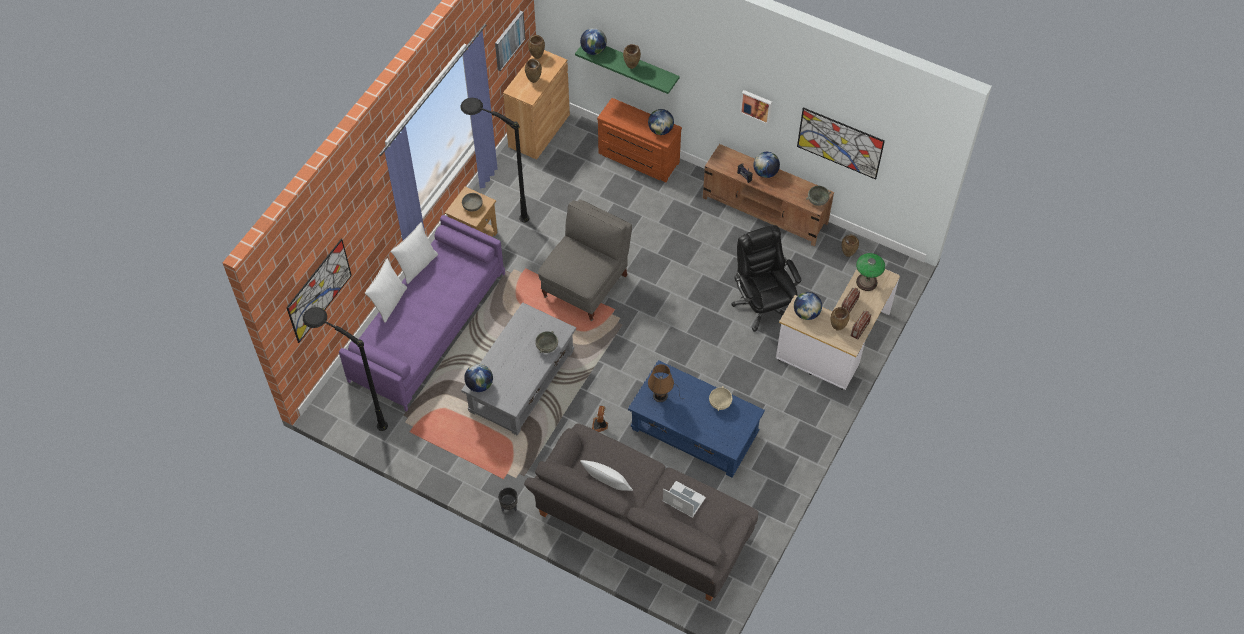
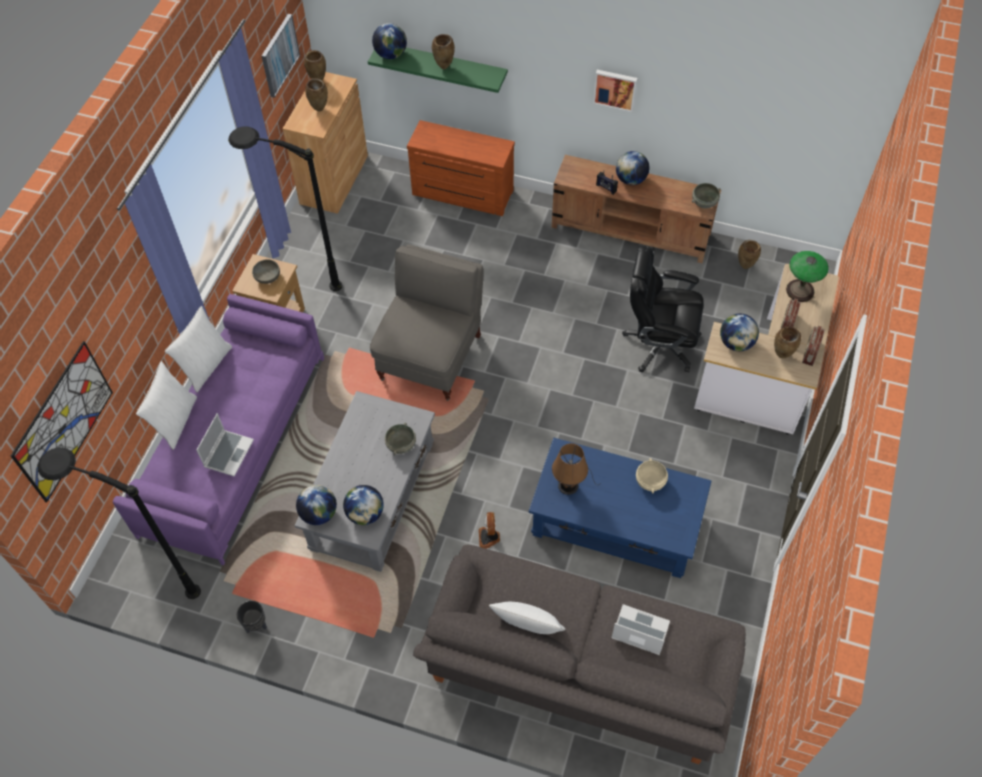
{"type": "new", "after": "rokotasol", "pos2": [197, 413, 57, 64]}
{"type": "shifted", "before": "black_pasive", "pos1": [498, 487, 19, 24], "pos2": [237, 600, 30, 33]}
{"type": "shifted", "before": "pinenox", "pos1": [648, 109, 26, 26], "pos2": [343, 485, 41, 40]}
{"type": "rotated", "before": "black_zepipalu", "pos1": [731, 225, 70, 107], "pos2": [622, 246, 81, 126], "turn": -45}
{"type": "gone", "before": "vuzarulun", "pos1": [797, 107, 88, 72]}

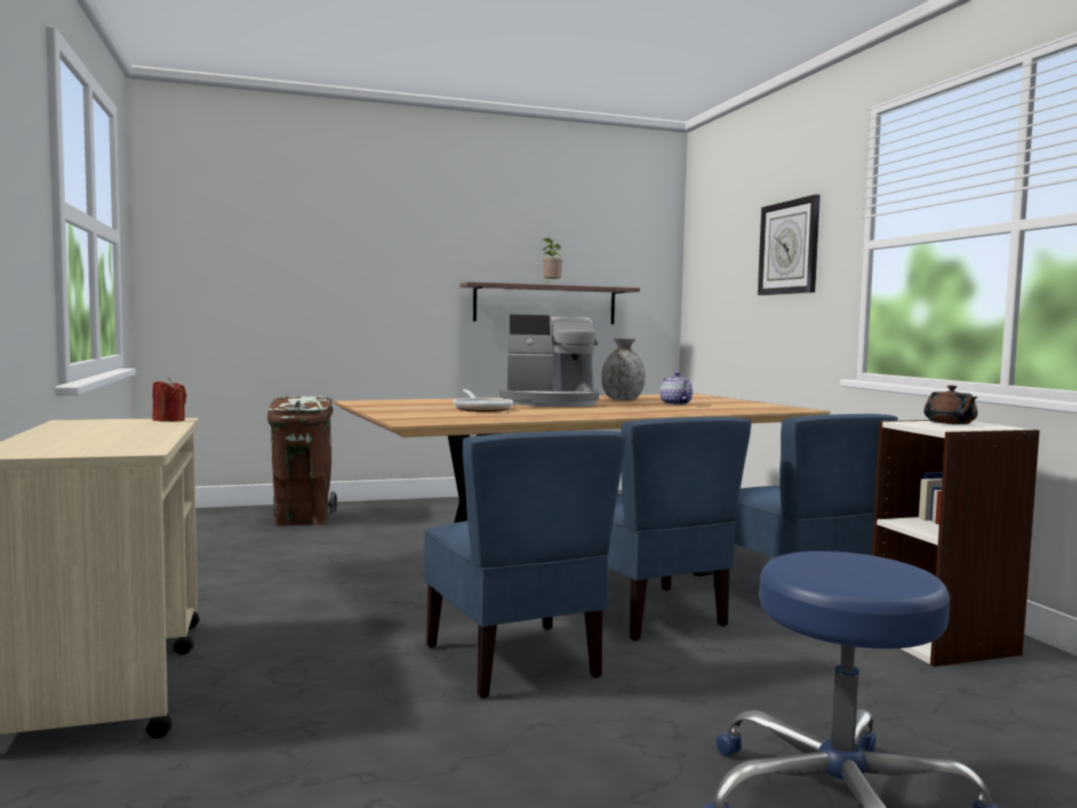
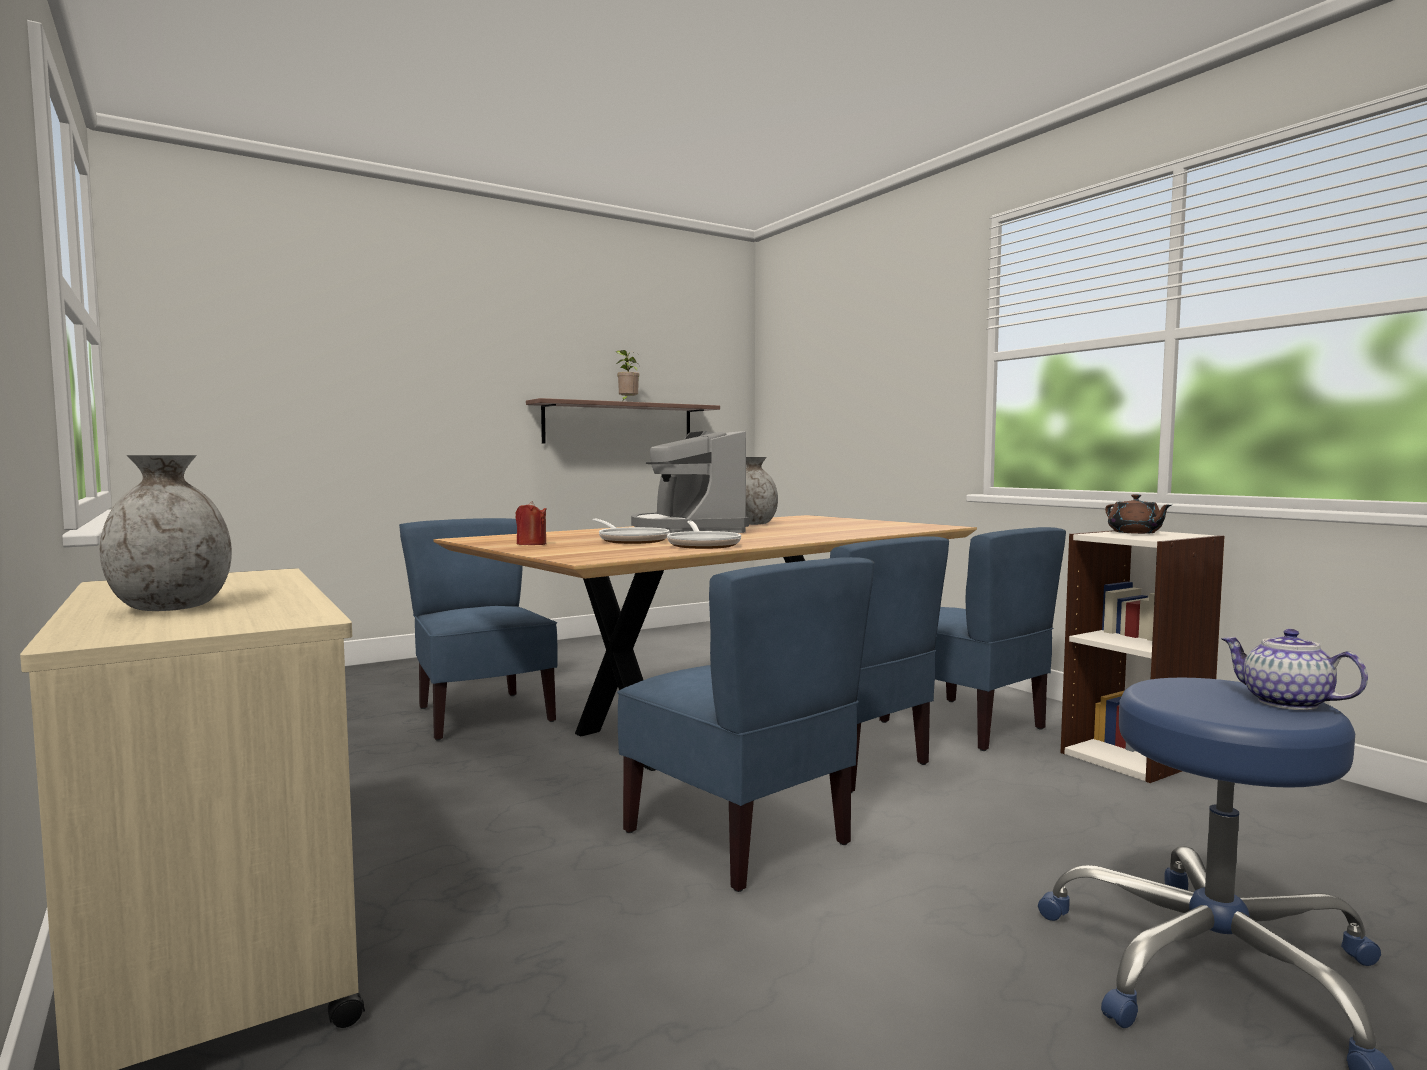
{"type": "new", "after": "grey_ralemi", "pos2": [100, 455, 132, 156]}
{"type": "new", "after": "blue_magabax", "pos2": [399, 518, 159, 223]}
{"type": "shifted", "before": "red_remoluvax", "pos1": [152, 378, 35, 44], "pos2": [516, 501, 31, 44]}
{"type": "rotated", "before": "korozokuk", "pos1": [499, 314, 100, 93], "pos2": [631, 431, 118, 102], "turn": 90}
{"type": "new", "after": "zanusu", "pos2": [667, 521, 74, 28]}
{"type": "shifted", "before": "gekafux", "pos1": [660, 372, 33, 33], "pos2": [1221, 629, 147, 81]}
{"type": "gone", "before": "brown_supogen", "pos1": [268, 396, 69, 130]}
{"type": "gone", "before": "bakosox", "pos1": [758, 195, 62, 100]}

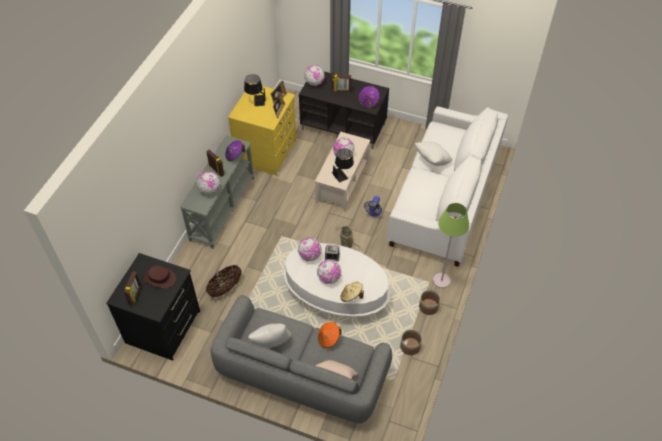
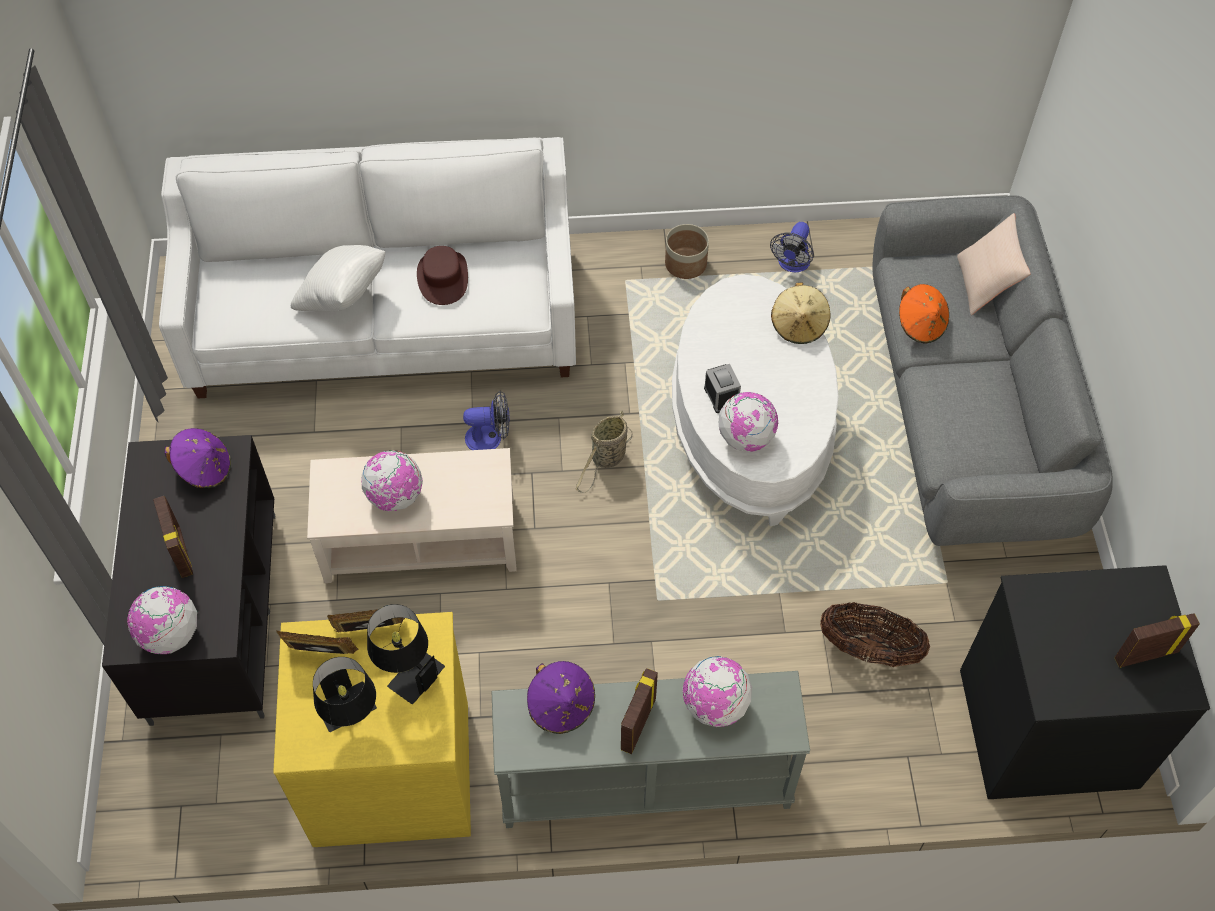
{"type": "shifted", "before": "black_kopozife", "pos1": [332, 148, 22, 35], "pos2": [367, 604, 78, 100]}
{"type": "shifted", "before": "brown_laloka", "pos1": [144, 265, 32, 24], "pos2": [417, 246, 51, 59]}
{"type": "swapped", "before": "pasive", "after": "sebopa", "pos1": [400, 329, 22, 26], "pos2": [770, 222, 44, 50]}
{"type": "gone", "before": "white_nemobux", "pos1": [248, 324, 43, 24]}
{"type": "gone", "before": "pinenox", "pos1": [317, 260, 24, 24]}
{"type": "gone", "before": "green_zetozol", "pos1": [433, 203, 36, 85]}

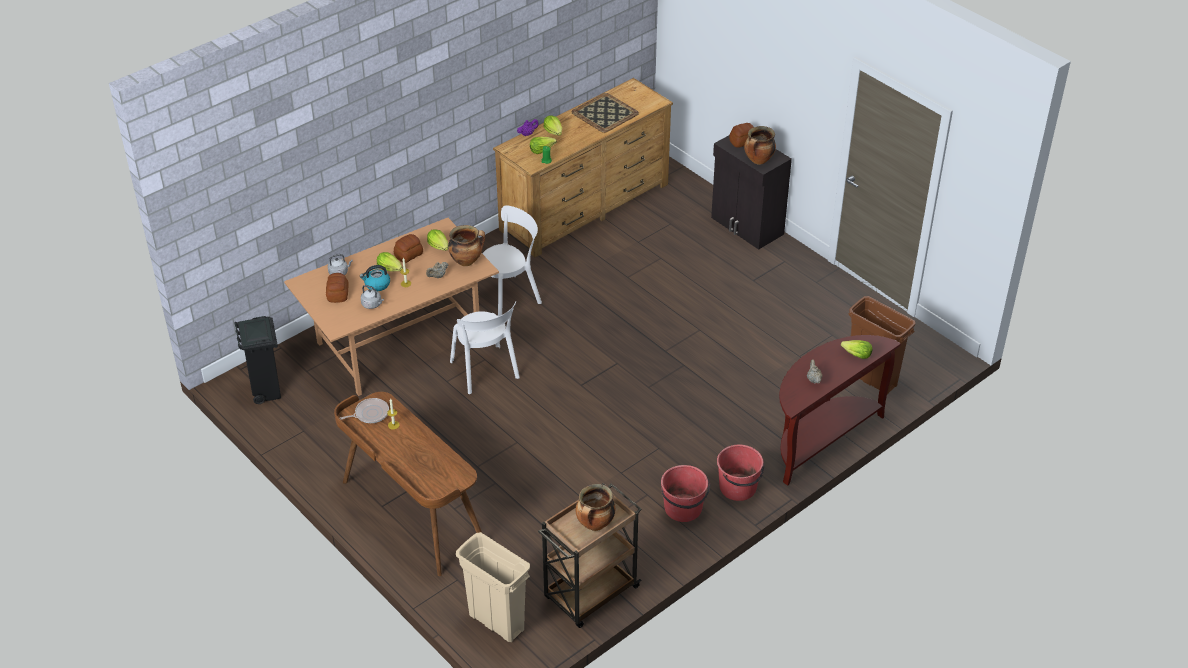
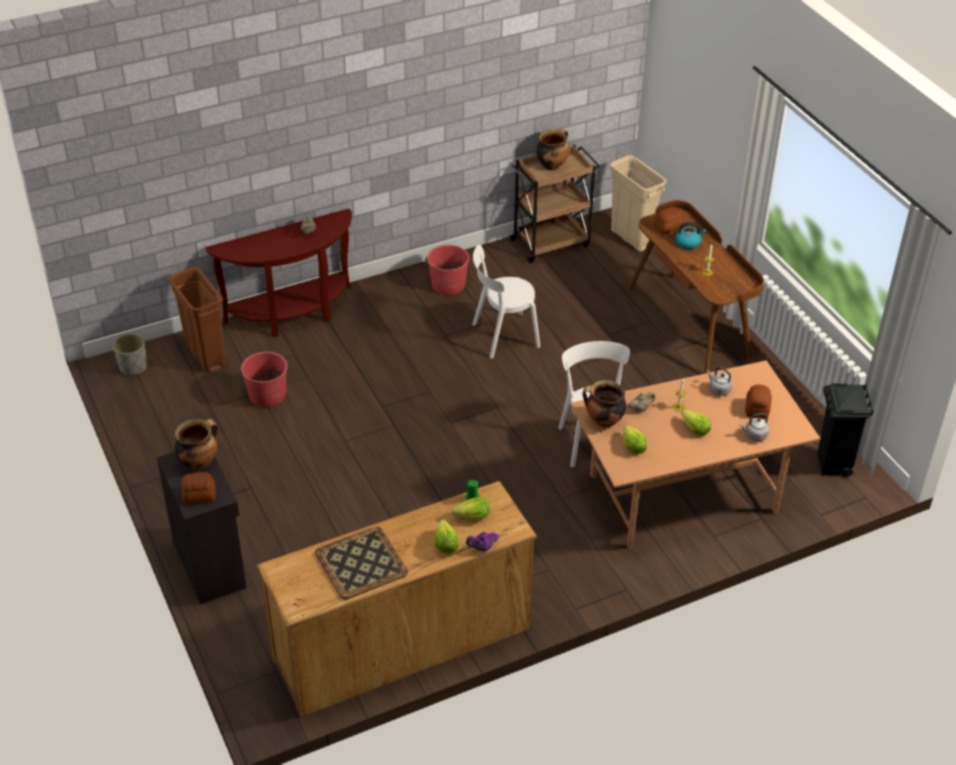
{"type": "new", "after": "grey_pasive", "pos2": [113, 334, 34, 42]}
{"type": "shifted", "before": "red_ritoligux", "pos1": [717, 444, 47, 57], "pos2": [239, 352, 49, 55]}
{"type": "shifted", "before": "white_magabax", "pos1": [482, 206, 60, 110], "pos2": [472, 245, 69, 114]}
{"type": "shifted", "before": "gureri", "pos1": [394, 234, 29, 29], "pos2": [653, 207, 31, 27]}
{"type": "shifted", "before": "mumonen", "pos1": [360, 265, 30, 26], "pos2": [675, 222, 31, 27]}
{"type": "gone", "before": "zanusu", "pos1": [340, 398, 49, 25]}
{"type": "gone", "before": "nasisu", "pos1": [841, 340, 31, 19]}

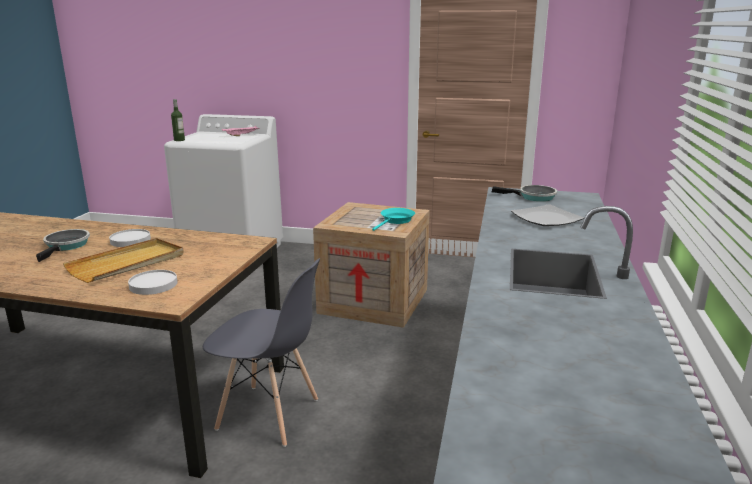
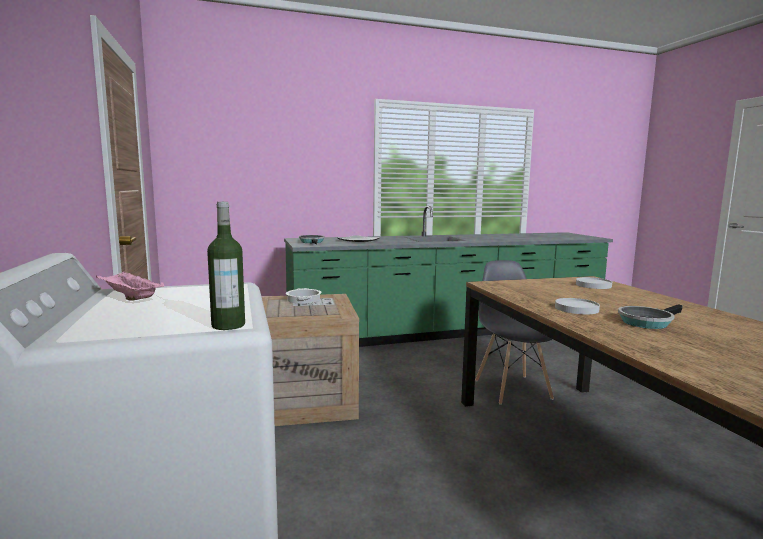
{"type": "swapped", "before": "turquoise_zanusu", "after": "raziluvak", "pos1": [372, 208, 43, 23], "pos2": [286, 288, 36, 16]}
{"type": "gone", "before": "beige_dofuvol", "pos1": [63, 238, 121, 45]}

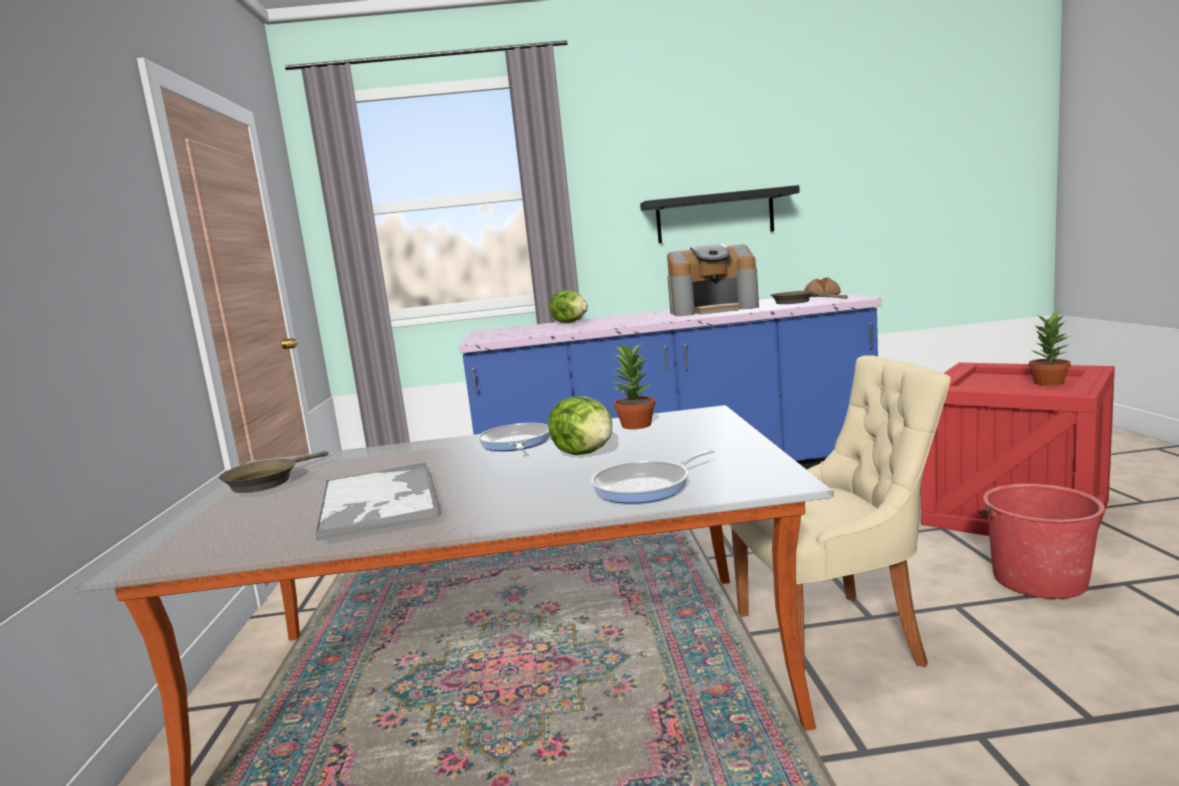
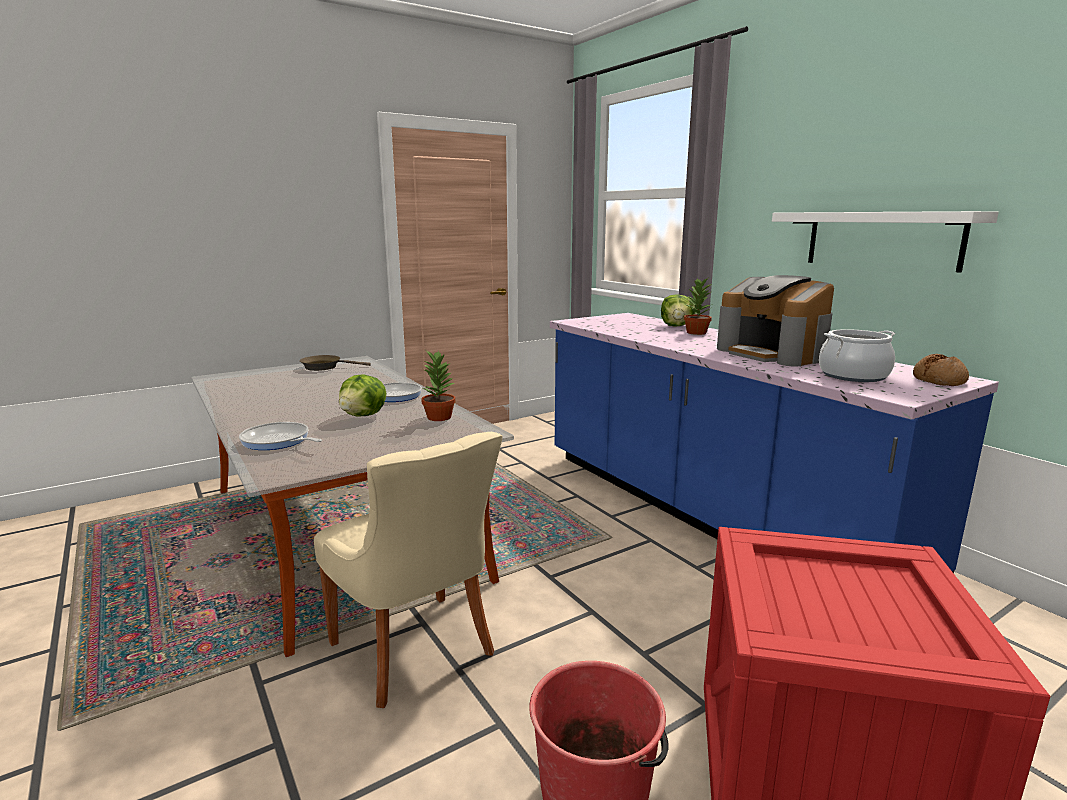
{"type": "shifted", "before": "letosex", "pos1": [1029, 310, 42, 76], "pos2": [684, 278, 28, 57]}
{"type": "repainted", "before": "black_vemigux", "after": "white_vemigux", "pos1": [640, 185, 160, 58], "pos2": [772, 211, 227, 62]}
{"type": "swapped", "before": "brown_zanusu", "after": "raziluvak", "pos1": [771, 291, 77, 13], "pos2": [819, 329, 76, 53]}
{"type": "gone", "before": "dofuvol", "pos1": [314, 462, 124, 78]}

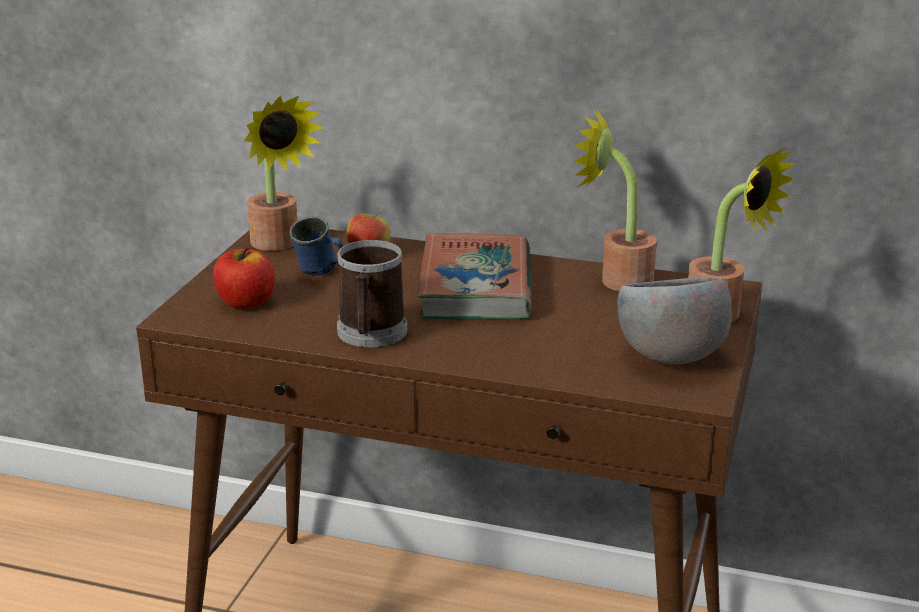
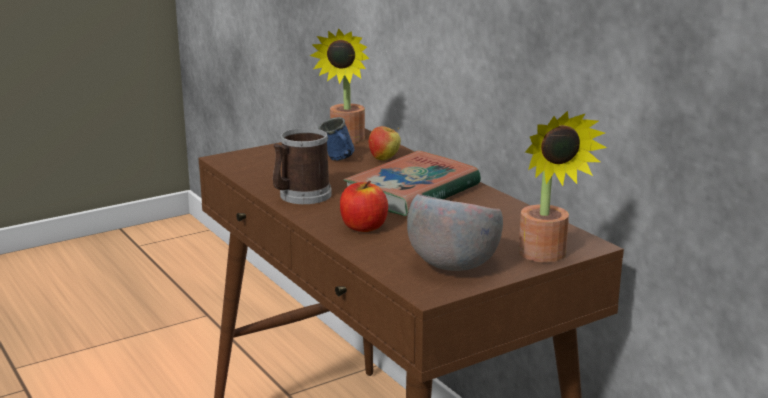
{"type": "shifted", "before": "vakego", "pos1": [213, 246, 62, 63], "pos2": [340, 181, 48, 51]}
{"type": "gone", "before": "letosex", "pos1": [573, 109, 84, 182]}

